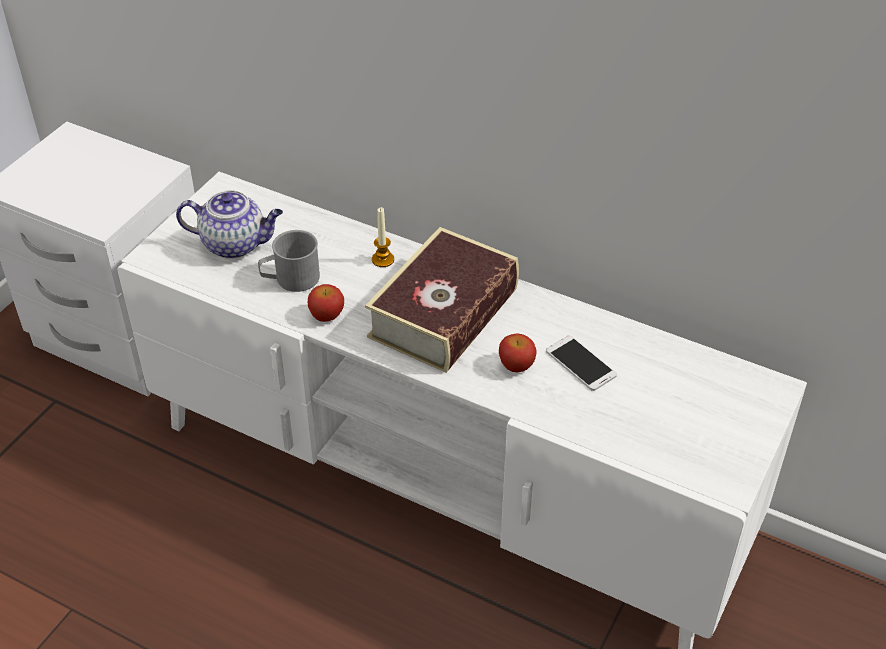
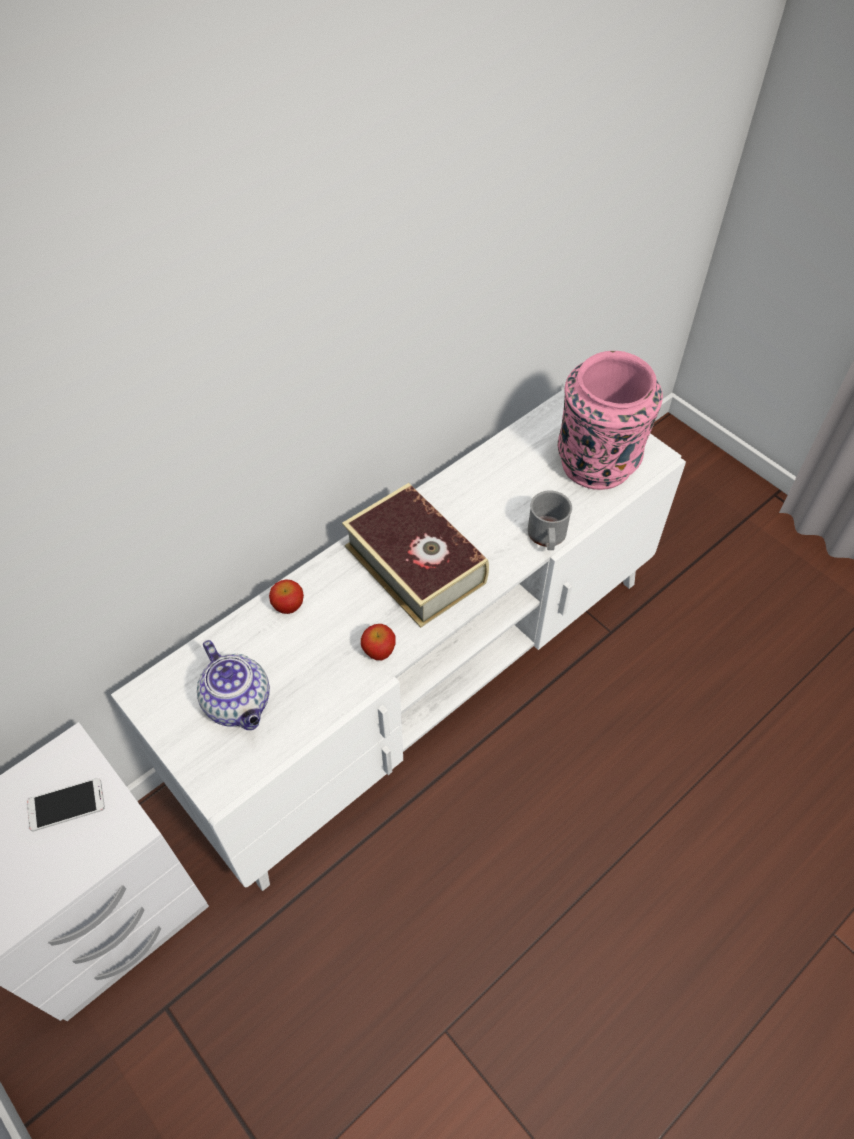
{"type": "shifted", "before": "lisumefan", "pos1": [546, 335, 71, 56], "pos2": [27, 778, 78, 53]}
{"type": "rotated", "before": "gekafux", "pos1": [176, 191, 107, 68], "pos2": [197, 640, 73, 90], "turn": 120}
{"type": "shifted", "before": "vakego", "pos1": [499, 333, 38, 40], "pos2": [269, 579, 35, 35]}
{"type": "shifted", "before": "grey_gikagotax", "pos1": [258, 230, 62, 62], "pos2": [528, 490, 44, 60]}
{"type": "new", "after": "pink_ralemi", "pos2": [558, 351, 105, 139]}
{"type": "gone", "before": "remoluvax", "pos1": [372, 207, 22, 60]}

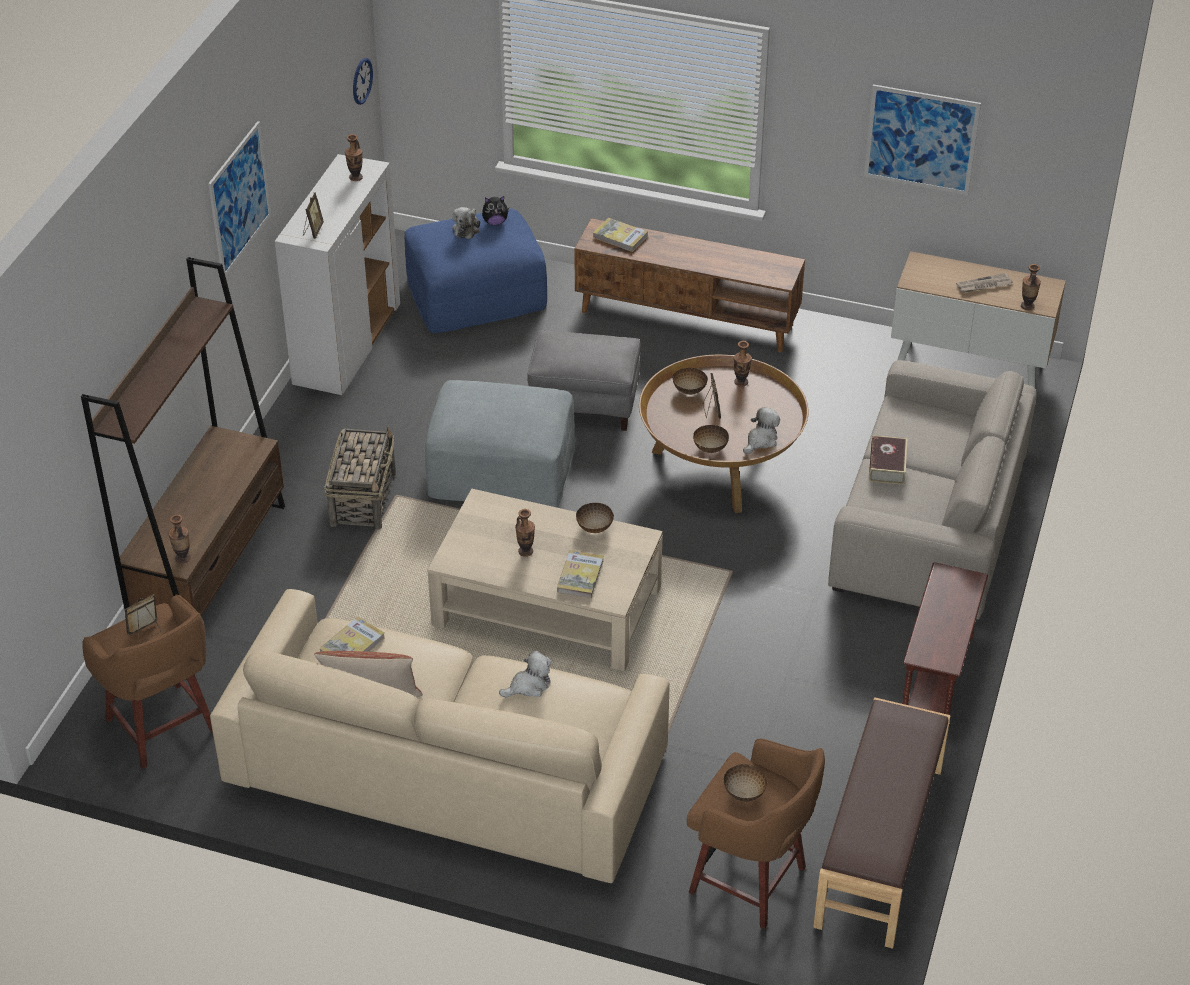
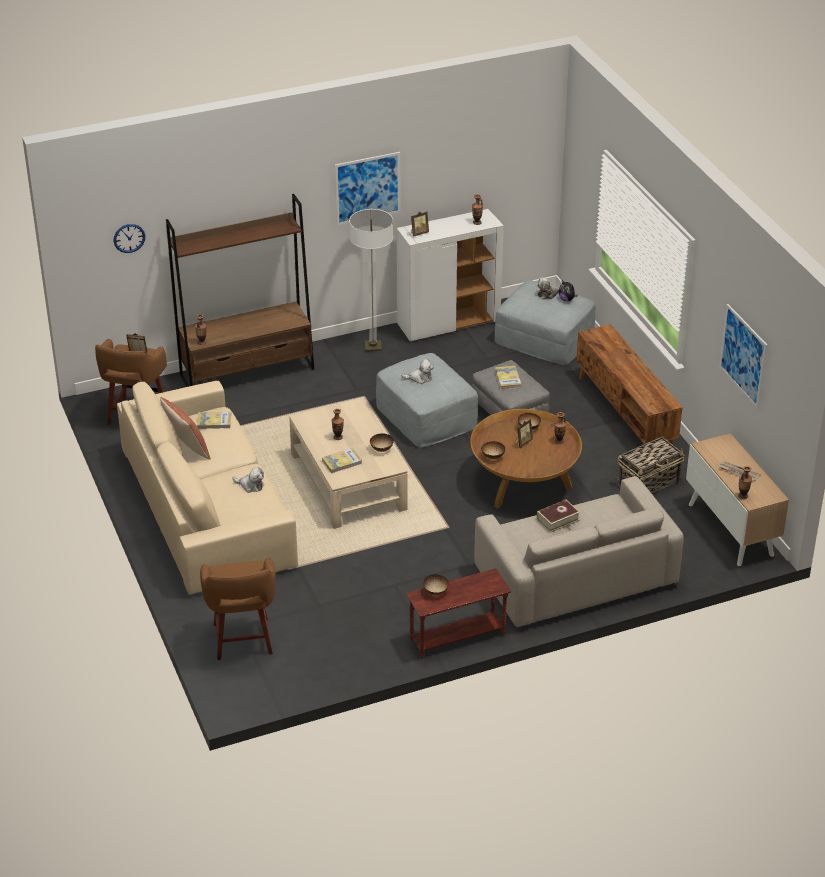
{"type": "shifted", "before": "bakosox", "pos1": [353, 58, 20, 47], "pos2": [113, 224, 32, 29]}
{"type": "new", "after": "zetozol", "pos2": [349, 209, 44, 142]}
{"type": "shifted", "before": "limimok", "pos1": [743, 407, 37, 47], "pos2": [401, 359, 33, 25]}
{"type": "shifted", "before": "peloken", "pos1": [724, 764, 43, 38], "pos2": [423, 574, 26, 22]}
{"type": "repainted", "before": "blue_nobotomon", "after": "grey_nobotomon", "pos1": [404, 209, 143, 124], "pos2": [495, 280, 100, 85]}
{"type": "shifted", "before": "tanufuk", "pos1": [593, 218, 55, 34], "pos2": [495, 366, 27, 24]}
{"type": "shifted", "before": "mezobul", "pos1": [324, 427, 72, 102], "pos2": [616, 437, 69, 57]}
{"type": "gone", "before": "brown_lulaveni", "pos1": [813, 697, 138, 252]}

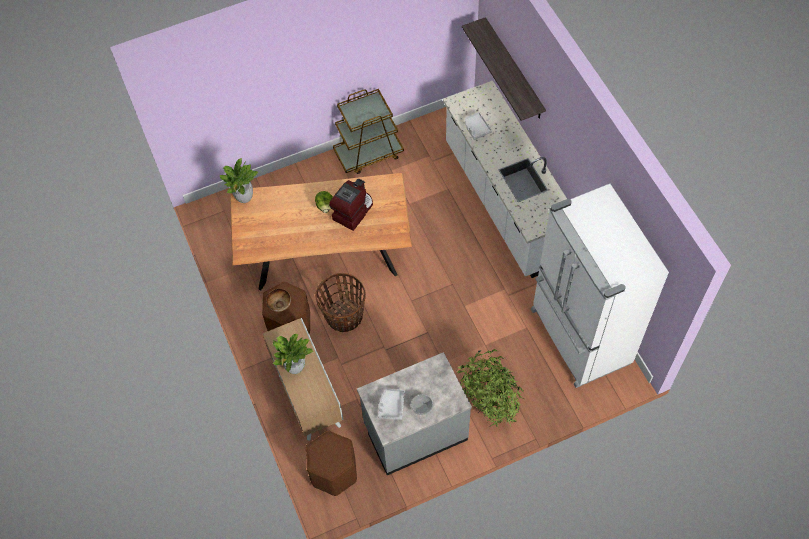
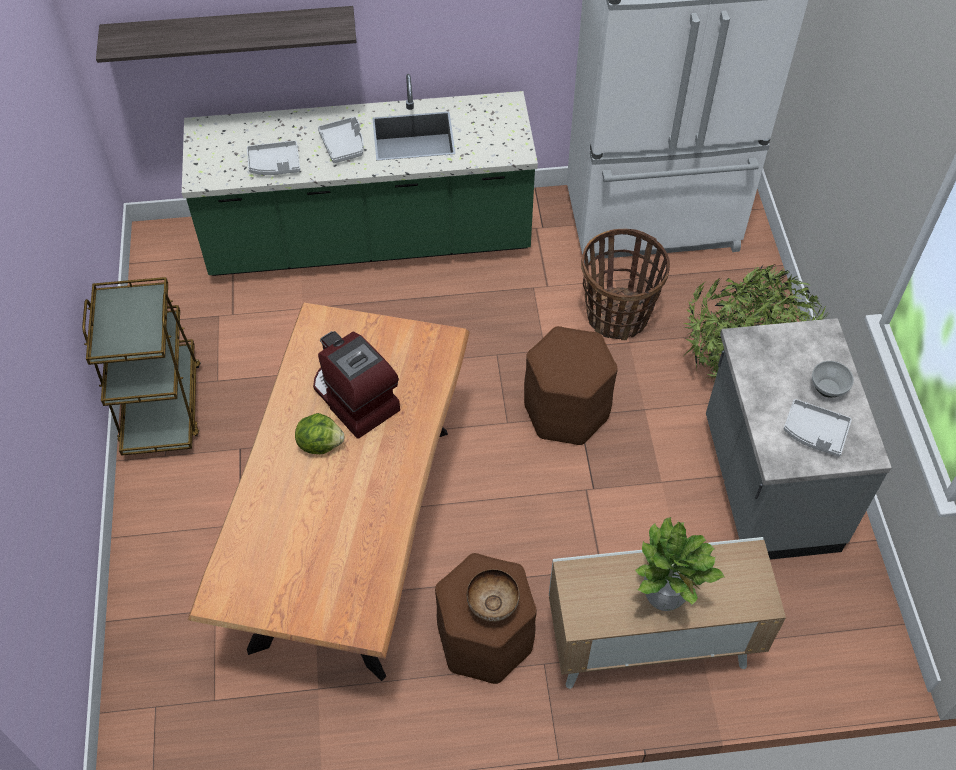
{"type": "repainted", "before": "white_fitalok", "after": "green_fitalok", "pos1": [443, 81, 124, 197], "pos2": [182, 74, 356, 202]}
{"type": "new", "after": "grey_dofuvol", "pos2": [318, 116, 46, 47]}
{"type": "shifted", "before": "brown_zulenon", "pos1": [306, 431, 51, 65], "pos2": [524, 326, 94, 119]}
{"type": "shifted", "before": "mezobul", "pos1": [315, 273, 51, 59], "pos2": [581, 229, 89, 111]}
{"type": "gone", "before": "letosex", "pos1": [220, 158, 39, 45]}

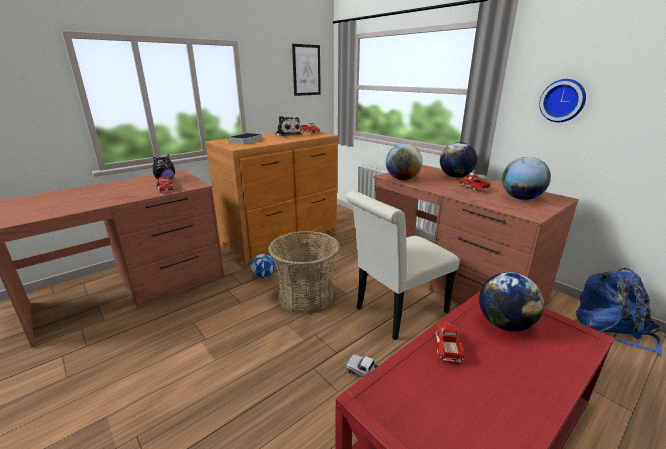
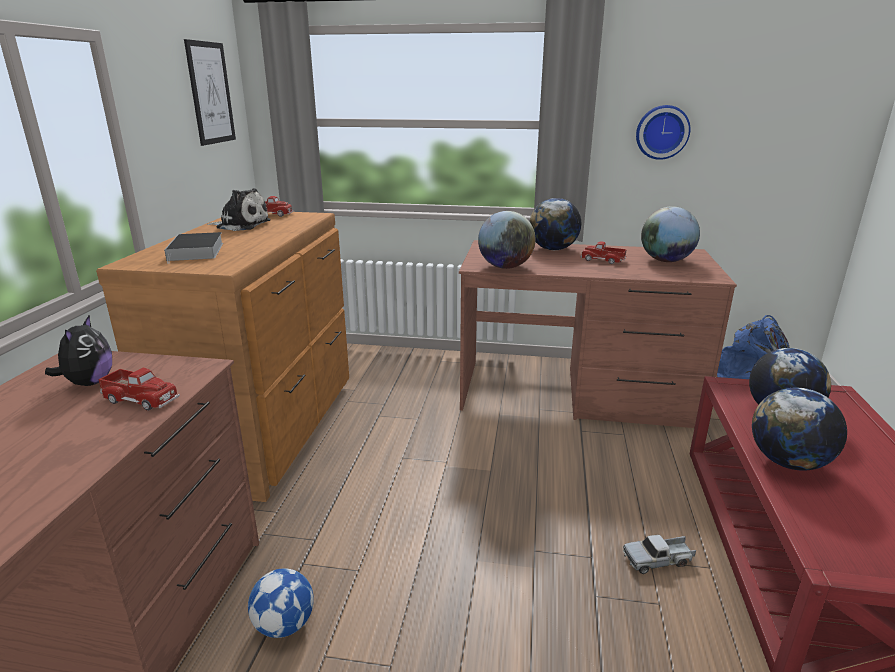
{"type": "shifted", "before": "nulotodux", "pos1": [250, 254, 26, 25], "pos2": [248, 568, 66, 70]}
{"type": "swapped", "before": "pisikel", "after": "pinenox", "pos1": [436, 323, 28, 39], "pos2": [752, 387, 95, 84]}
{"type": "gone", "before": "mezobul", "pos1": [268, 231, 72, 83]}
{"type": "gone", "before": "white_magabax", "pos1": [346, 191, 114, 149]}

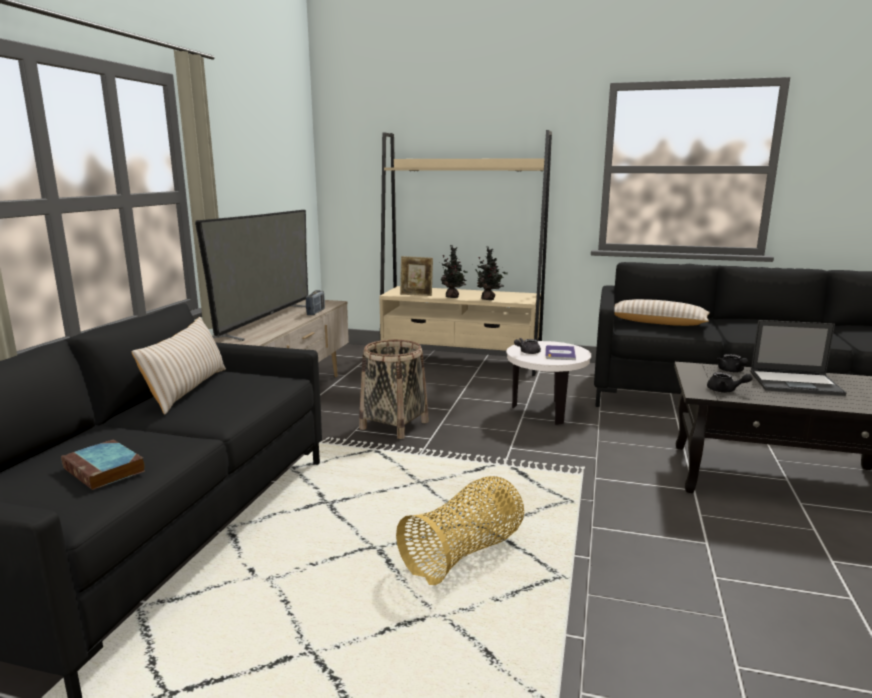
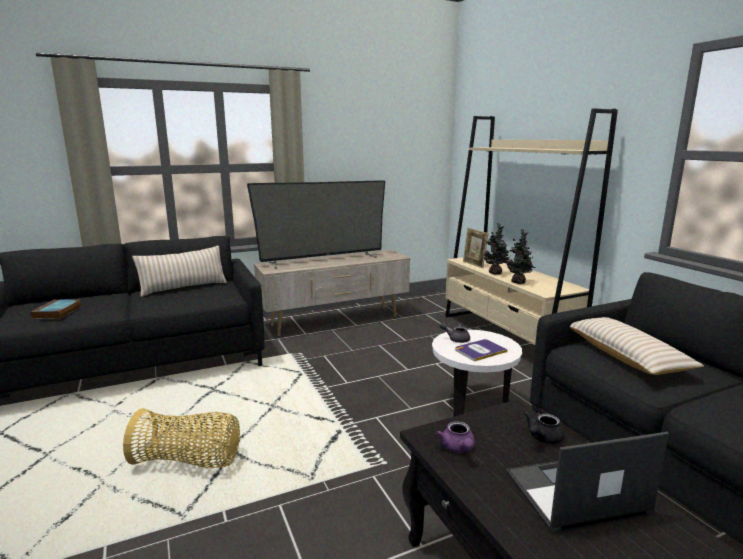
{"type": "repainted", "before": "black_gekafux", "after": "purple_gekafux", "pos1": [707, 372, 46, 20], "pos2": [436, 421, 39, 32]}
{"type": "rotated", "before": "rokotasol", "pos1": [750, 320, 96, 76], "pos2": [506, 432, 163, 102], "turn": 105}
{"type": "gone", "before": "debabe", "pos1": [306, 290, 19, 25]}
{"type": "gone", "before": "mezobul", "pos1": [359, 340, 70, 99]}

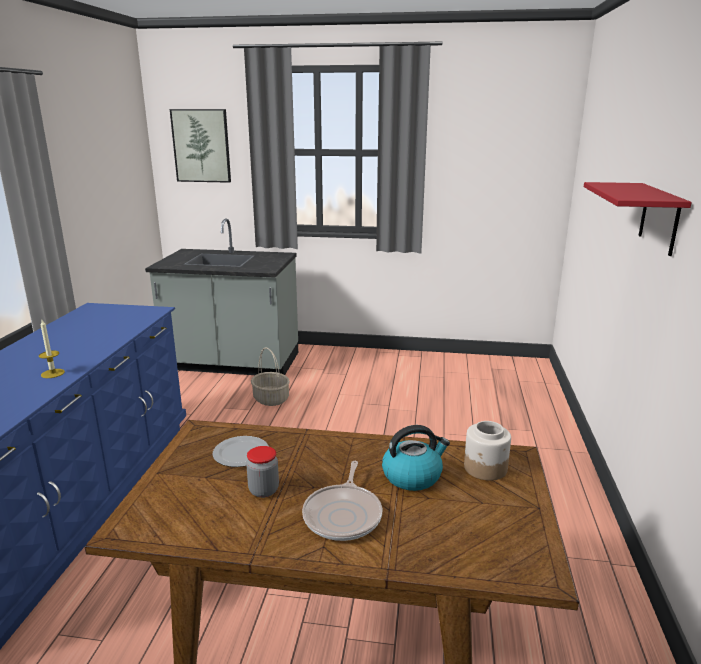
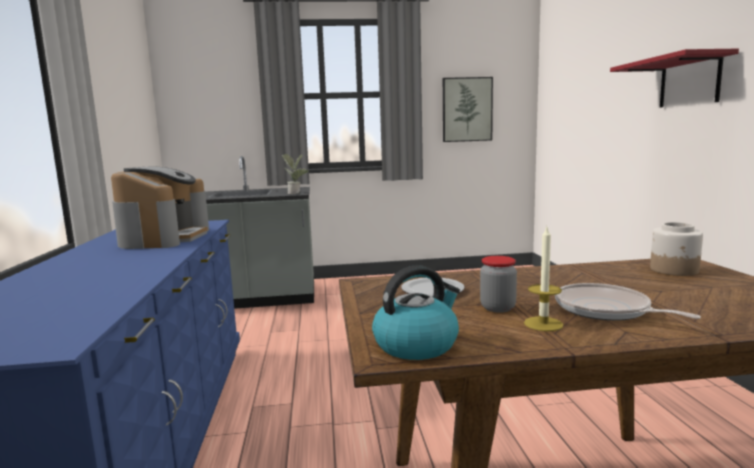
{"type": "new", "after": "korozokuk", "pos2": [111, 167, 98, 82]}
{"type": "new", "after": "letosex", "pos2": [282, 154, 27, 40]}
{"type": "shifted", "before": "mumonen", "pos1": [382, 425, 68, 66], "pos2": [372, 265, 88, 95]}
{"type": "shifted", "before": "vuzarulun", "pos1": [170, 109, 61, 74], "pos2": [443, 77, 50, 65]}
{"type": "shifted", "before": "remoluvax", "pos1": [39, 320, 26, 58], "pos2": [524, 227, 39, 104]}
{"type": "rotated", "before": "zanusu", "pos1": [302, 461, 80, 80], "pos2": [555, 283, 146, 38], "turn": 150}
{"type": "gone", "before": "mezobul", "pos1": [251, 348, 39, 58]}

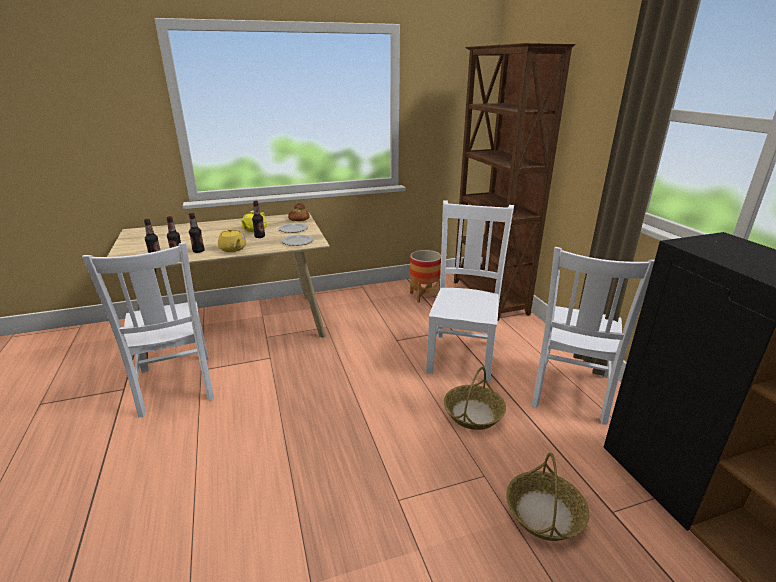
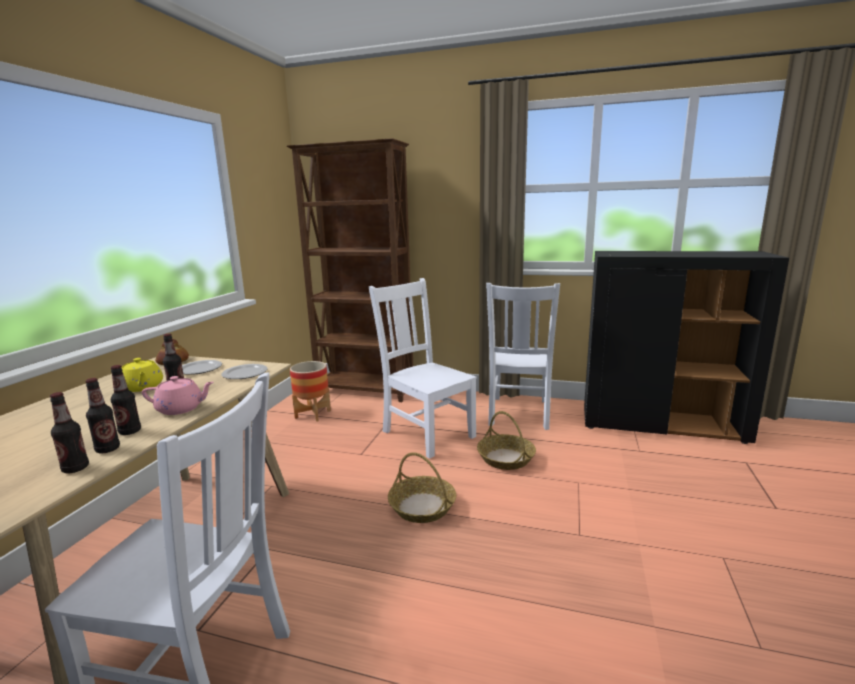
{"type": "repainted", "before": "yellow_gekafux", "after": "pink_gekafux", "pos1": [218, 228, 28, 24], "pos2": [142, 376, 72, 39]}
{"type": "shifted", "before": "mezobul", "pos1": [506, 452, 83, 89], "pos2": [388, 452, 68, 71]}
{"type": "rotated", "before": "white_magabax", "pos1": [532, 247, 123, 178], "pos2": [486, 283, 74, 147], "turn": 45}

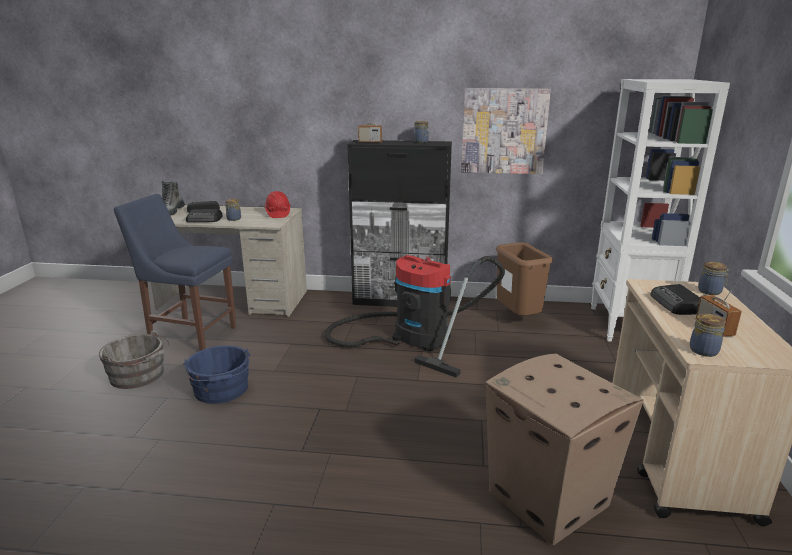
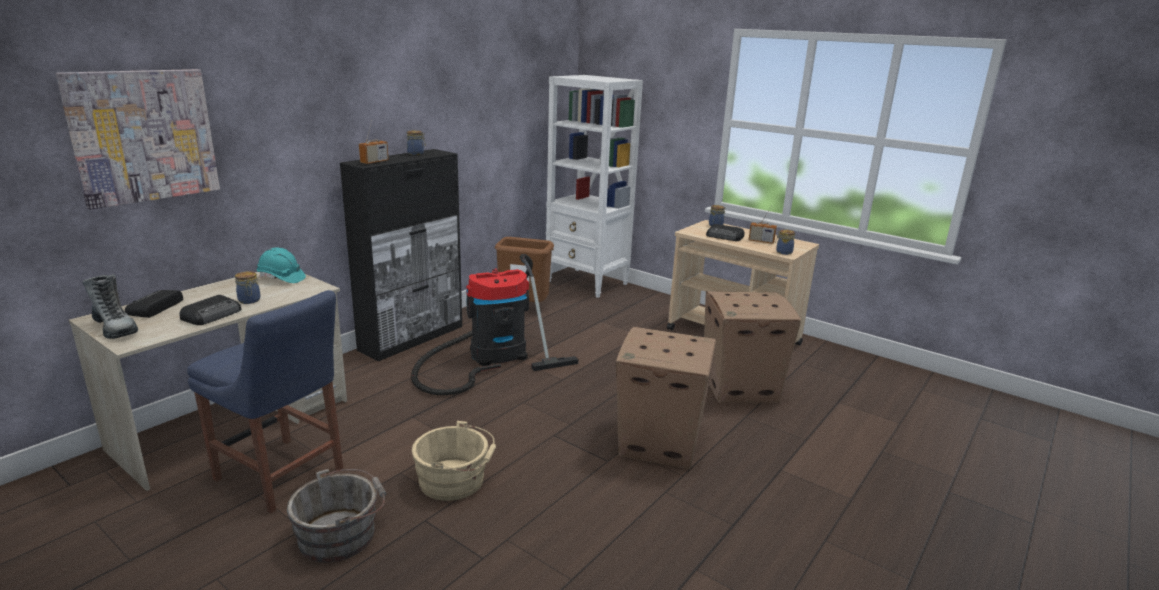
{"type": "shifted", "before": "vuzarulun", "pos1": [461, 88, 90, 86], "pos2": [56, 69, 164, 141]}
{"type": "rotated", "before": "blue_magabax", "pos1": [114, 194, 122, 157], "pos2": [187, 290, 156, 223], "turn": -105}
{"type": "repainted", "before": "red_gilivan", "after": "turquoise_gilivan", "pos1": [264, 191, 26, 27], "pos2": [257, 248, 49, 35]}
{"type": "repainted", "before": "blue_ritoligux", "after": "beige_ritoligux", "pos1": [183, 346, 67, 58], "pos2": [412, 421, 84, 80]}
{"type": "new", "after": "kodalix", "pos2": [616, 327, 100, 142]}

